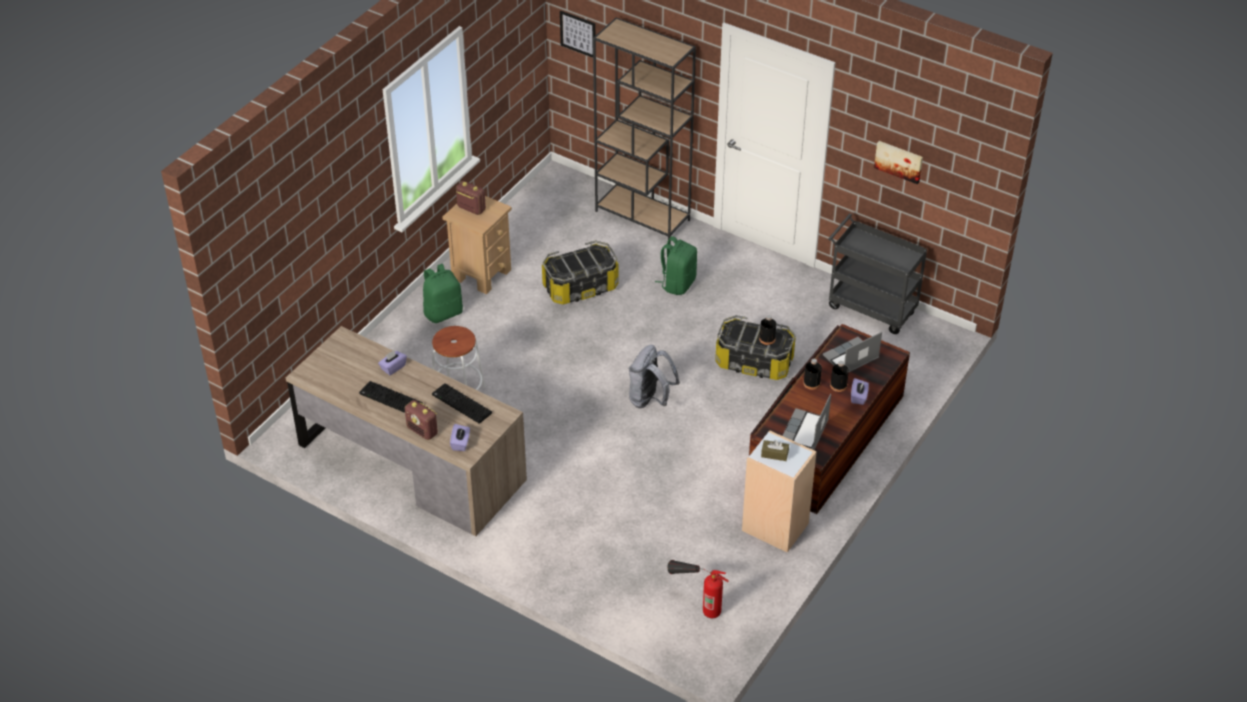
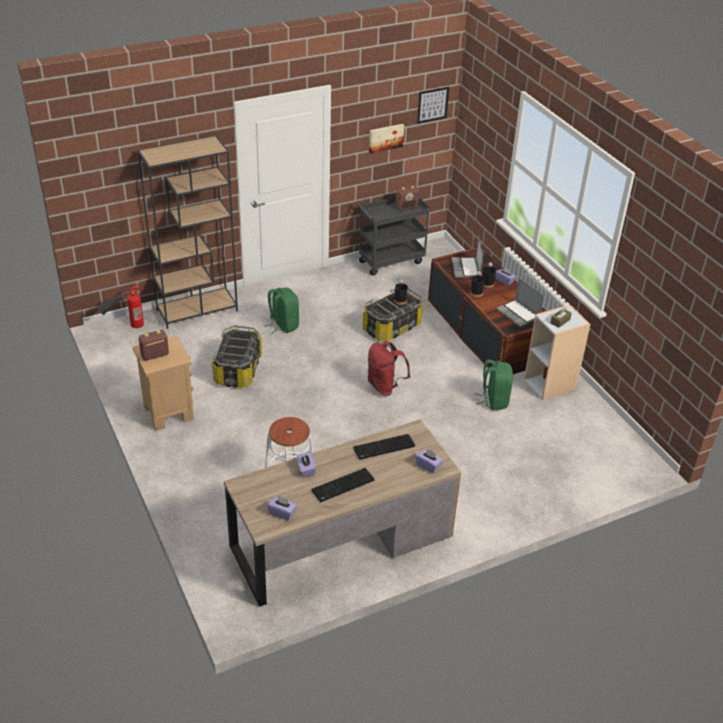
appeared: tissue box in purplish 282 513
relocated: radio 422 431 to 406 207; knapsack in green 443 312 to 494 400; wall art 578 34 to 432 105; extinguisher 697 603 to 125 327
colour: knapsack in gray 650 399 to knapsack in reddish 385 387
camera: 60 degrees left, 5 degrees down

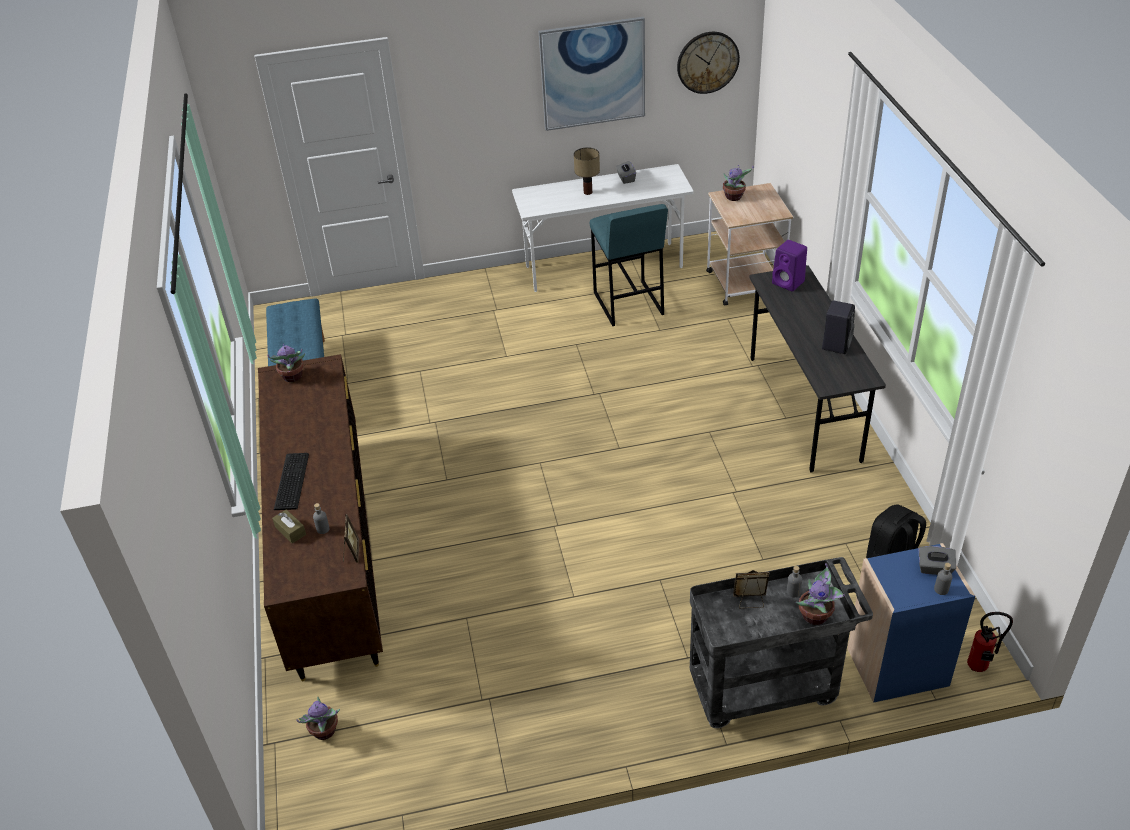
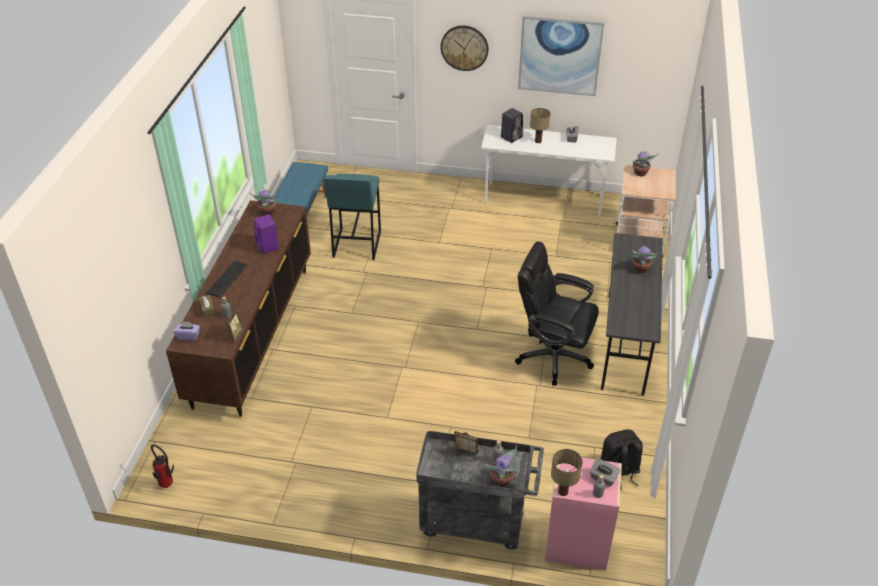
appeared: tissue box in purplish 188 336; computer chair in black 553 357; lamp for a table 563 492
relocated: plant in a pot 324 732 to 640 269; stool seat in turquoise-coloured 629 304 to 356 245; hanging clock 707 62 to 464 47; loudspeaker in purplish 789 283 to 268 247; loudspeaker in black 836 344 to 511 137; extinguisher 980 668 to 167 485
colour: bookcase in bluish 897 668 to bookcase in pink 576 544
camera: 20 degrees right, 0 degrees up

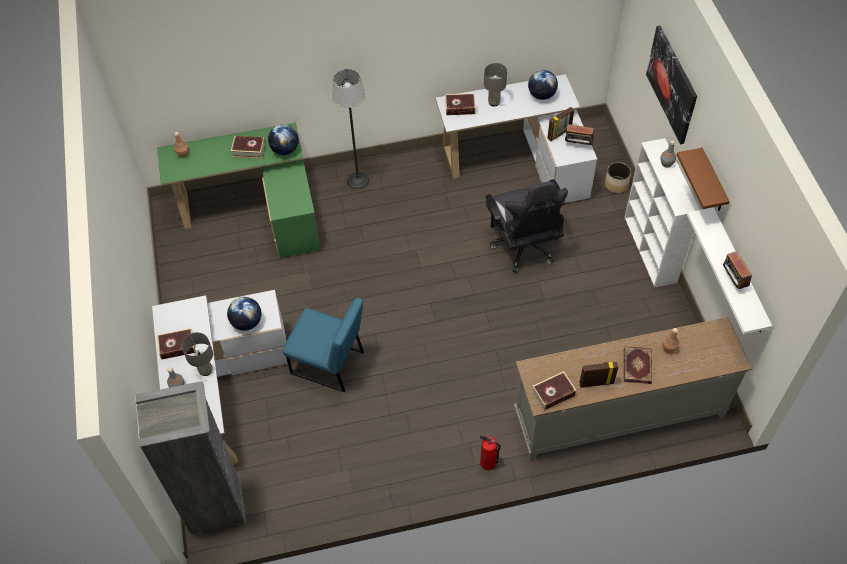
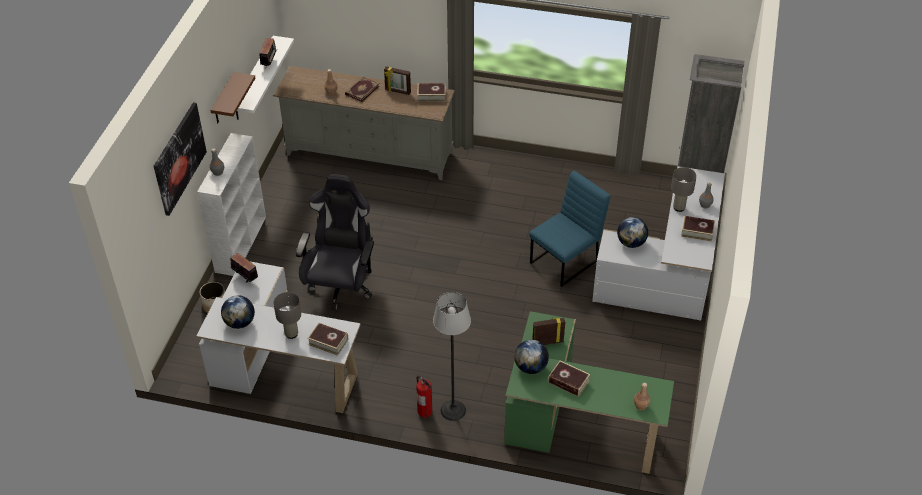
relocated: extinguisher 488 463 to 424 411; picture frame 559 134 to 547 342
spun: upright chair in bluish 329 364 = 566 260 90 degrees clockwise
camera: 155 degrees left, 10 degrees down

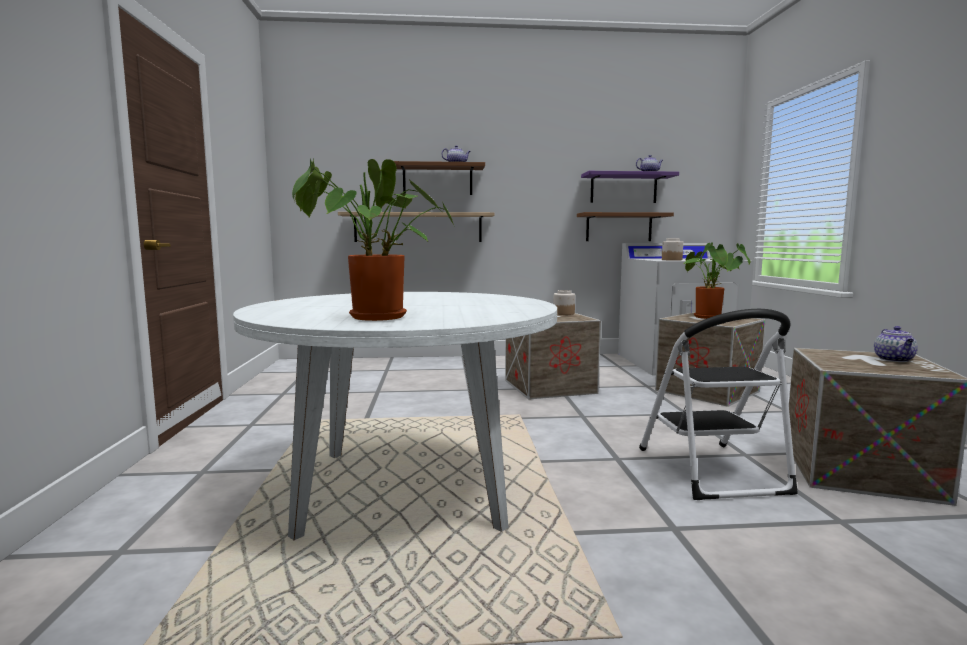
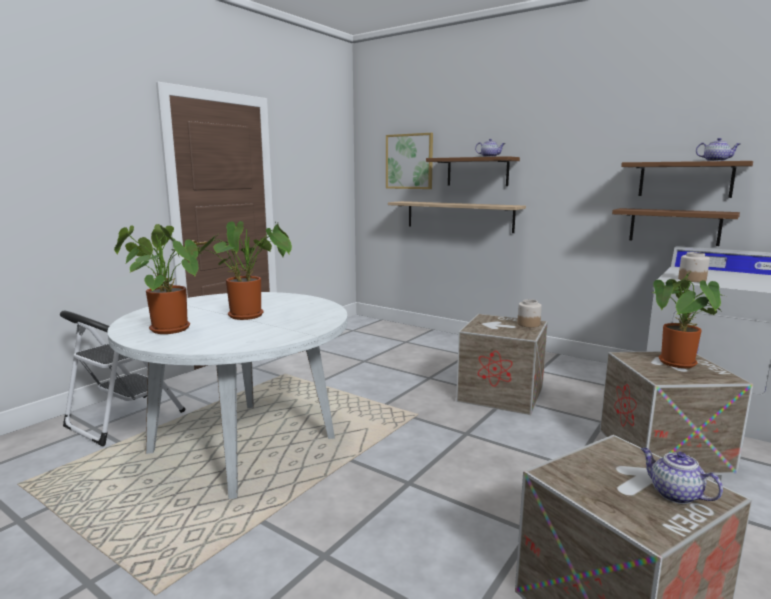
appeared: plant in a pot 250 315; wall art 409 161
relocated: step stool 712 472 to 122 420
colour: bracket shelf in purplish 623 188 to bracket shelf in brown-coloured 685 179
spun: teapot 894 360 = 674 494 90 degrees clockwise
camera: 40 degrees right, 5 degrees up

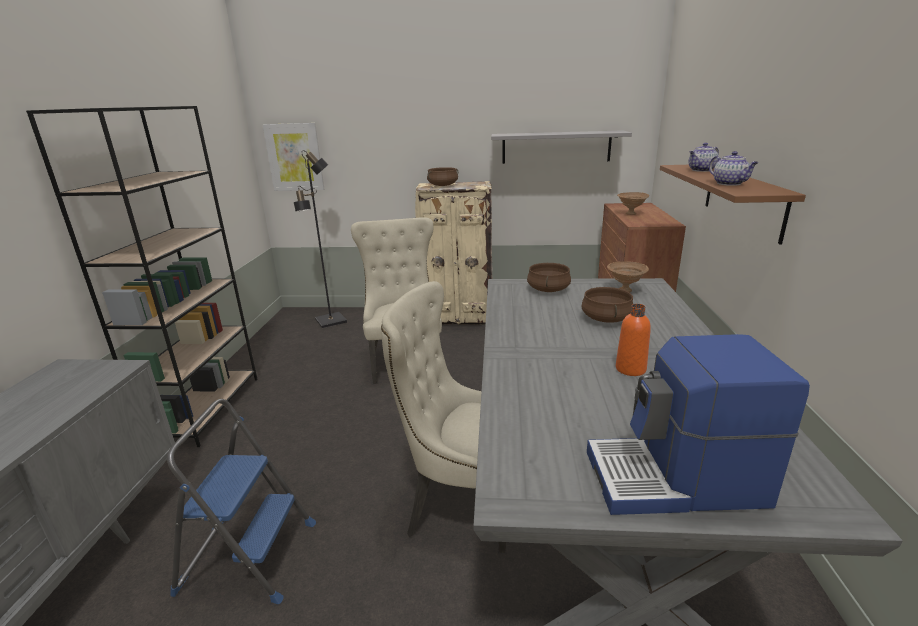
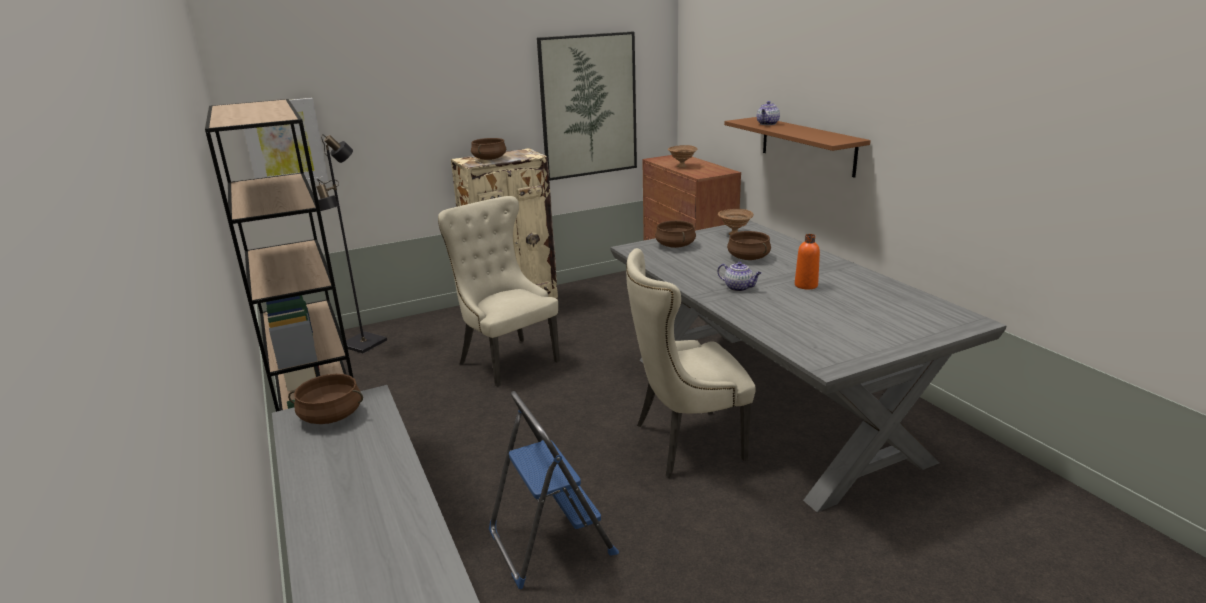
missing: coffee brewer 676 480
appeared: stockpot in brown-coloured 331 416
relocated: teapot 730 184 to 739 288
exchanged: bracket shelf in gray 556 147 to wall art 588 106
camera: 30 degrees left, 0 degrees up

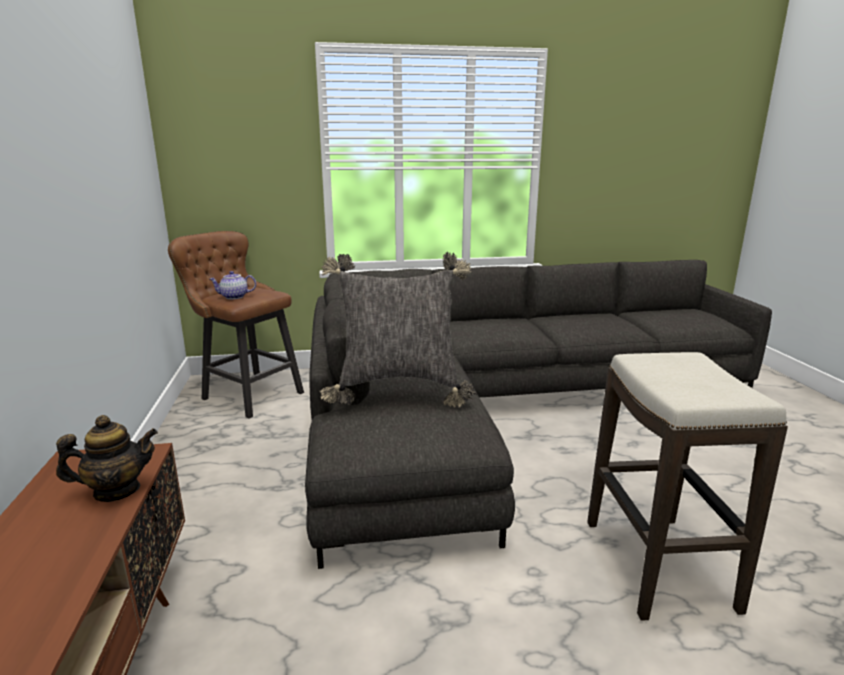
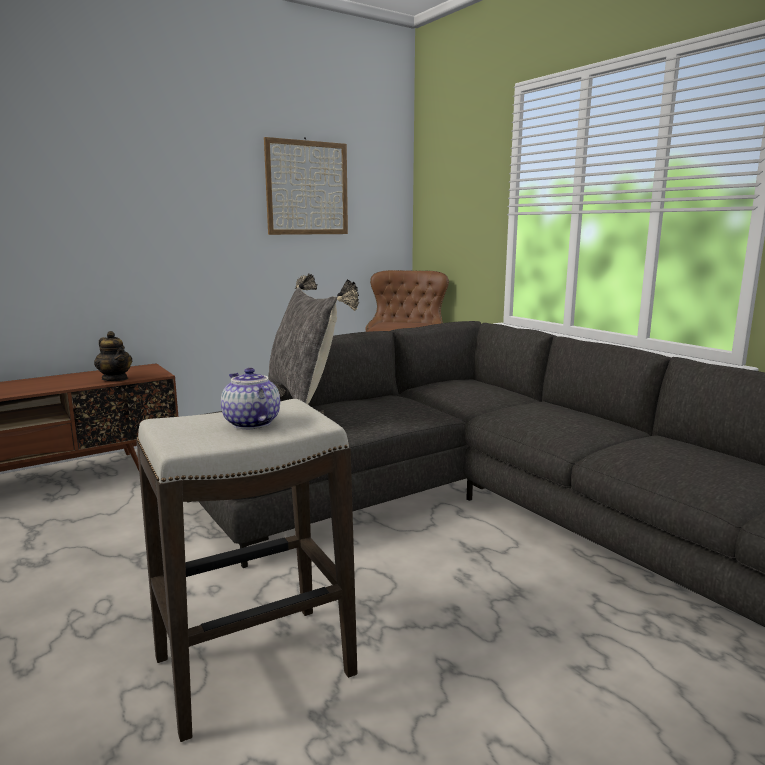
appeared: wall art 307 186
relocated: teapot 234 297 to 250 423
camera: 65 degrees right, 5 degrees down

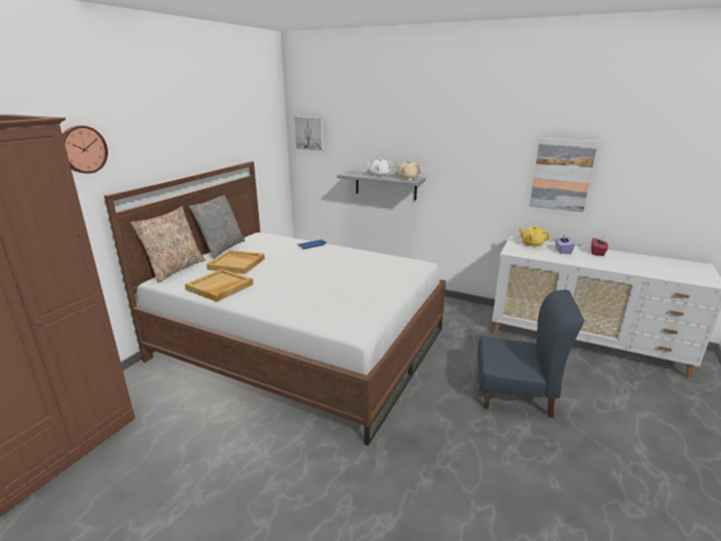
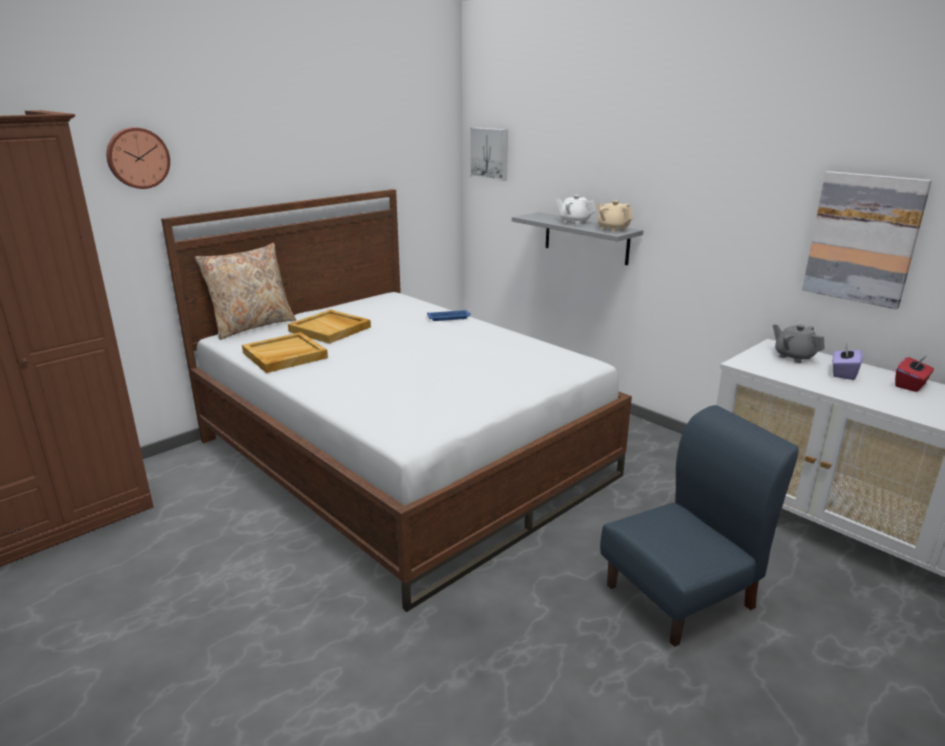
missing: throw pillow in gray 222 248
colour: teapot in yellowish 532 244 to teapot in gray 794 357
spun: upright chair in bluish 515 394 = 681 596 60 degrees counterclockwise
camera: 20 degrees right, 0 degrees up

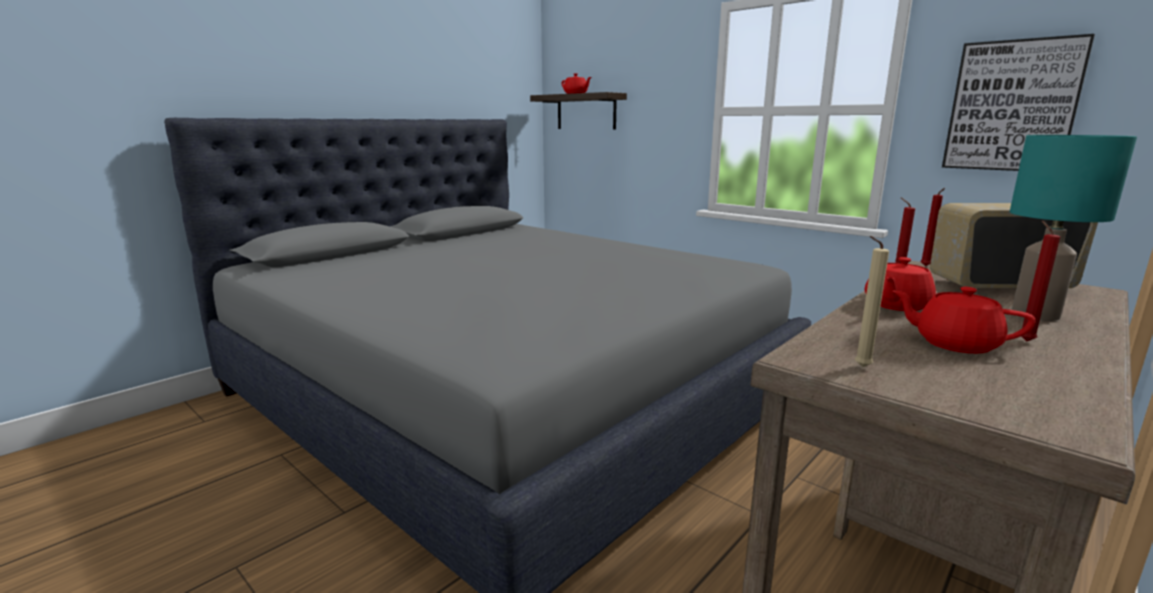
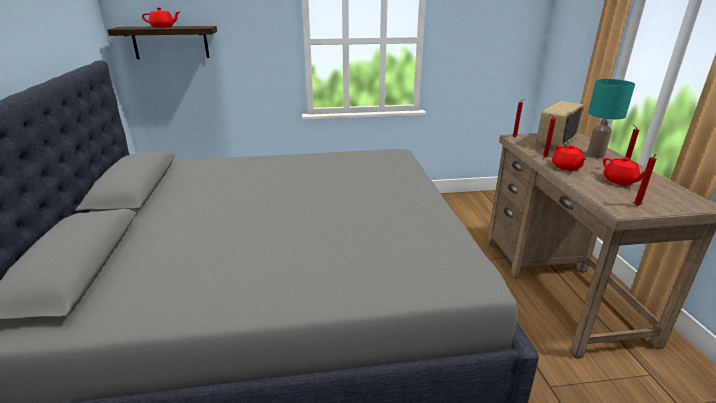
missing: wall art 1012 106
colour: wax light in beige-coloured 860 367 to wax light in reddish 637 206
spun: teapot in reddish 954 344 = 620 181 90 degrees counterclockwise
camera: 50 degrees left, 10 degrees up

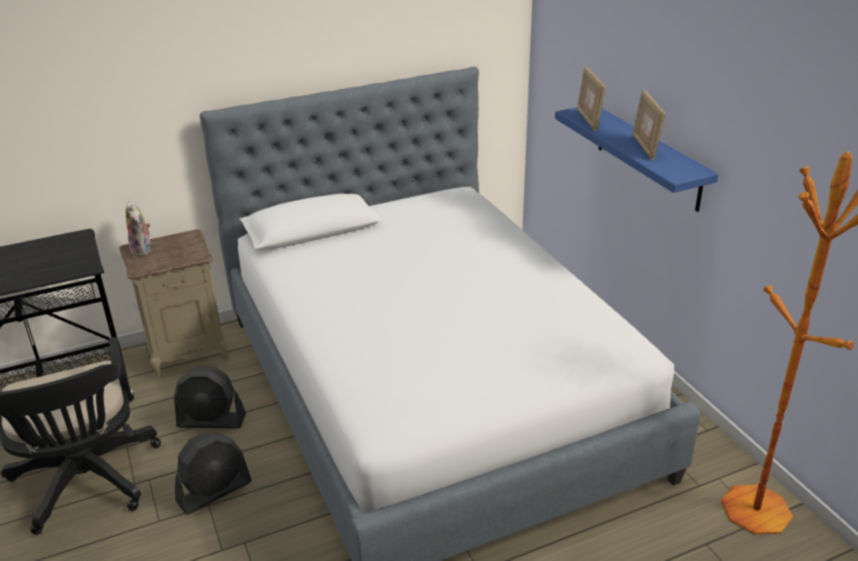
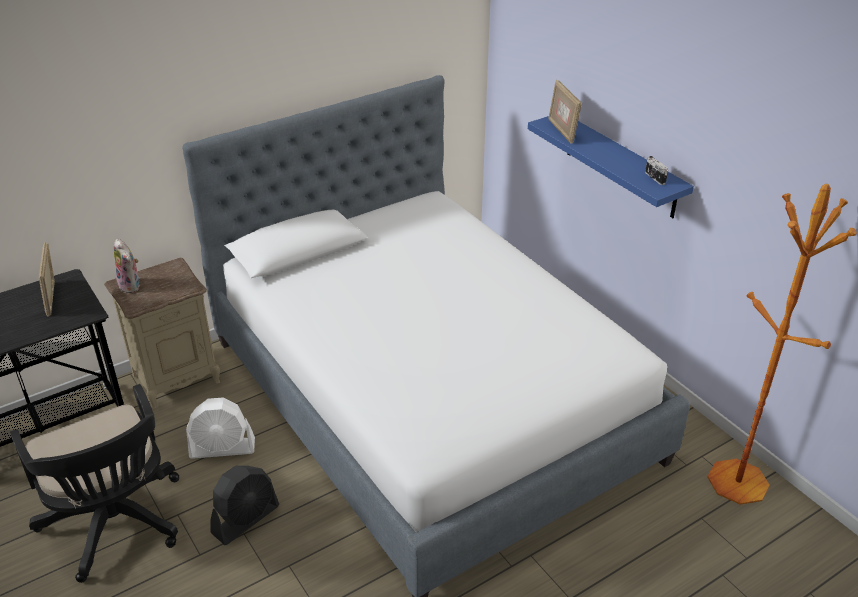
appeared: photo camera 654 178
relocated: picture frame 645 147 to 53 298
colour: fan in black 212 421 to fan in whitish 222 448
camera: 10 degrees left, 5 degrees up

